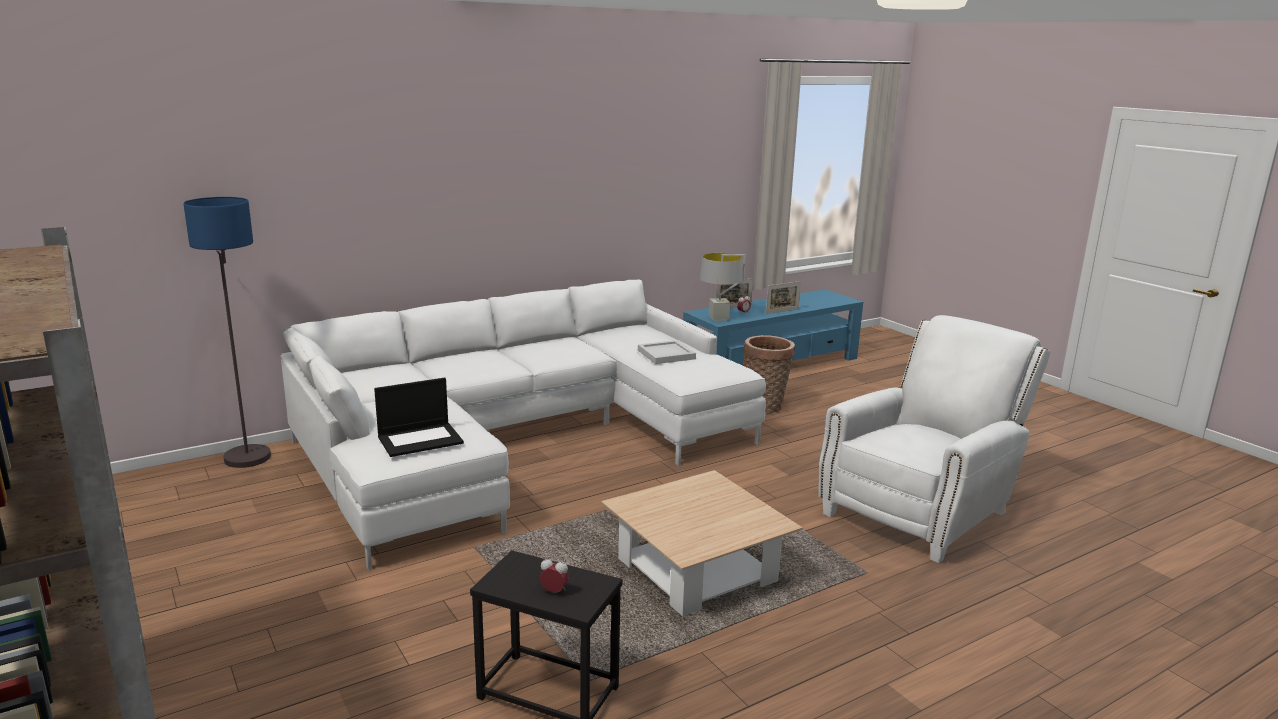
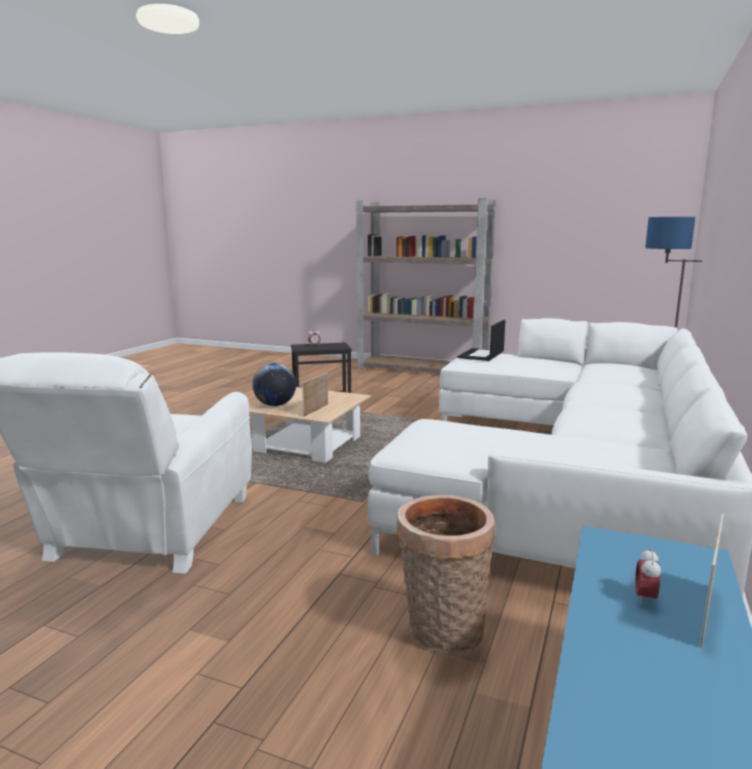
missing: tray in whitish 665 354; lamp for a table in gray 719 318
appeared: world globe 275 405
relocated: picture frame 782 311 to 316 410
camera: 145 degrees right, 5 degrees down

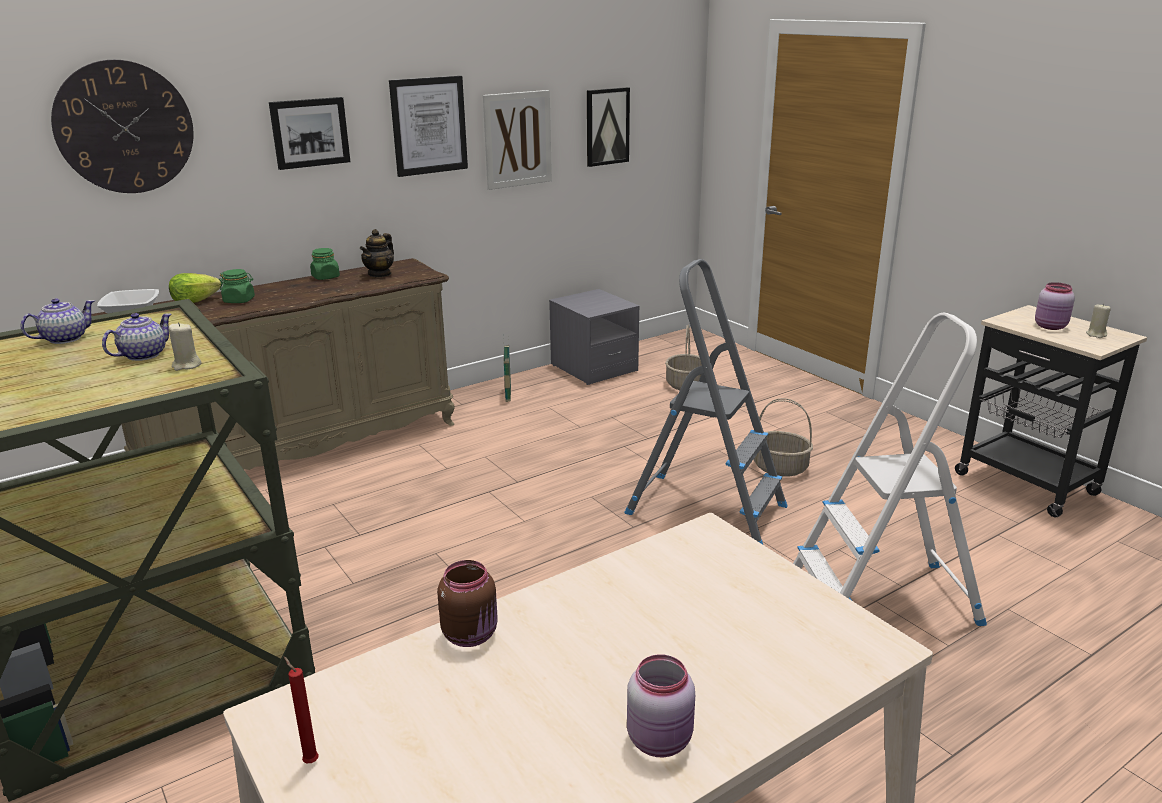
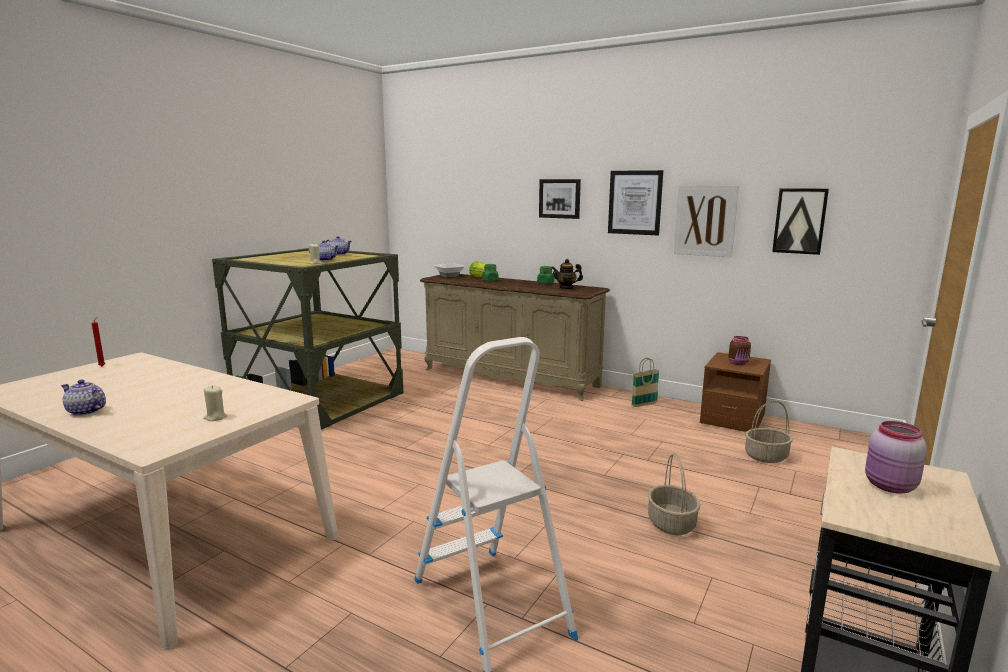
missing: hanging clock 124 127; step stool in gray 708 510
relocated: preserve jar in brown-coloured 471 634 to 738 363; wax light in beige-coloured 1096 334 to 215 417
exchanged: preserve jar in pink 661 740 to teapot 86 411
colour: bedside table in gray 594 368 to bedside table in brown-coloured 732 419
camera: 65 degrees right, 10 degrees down

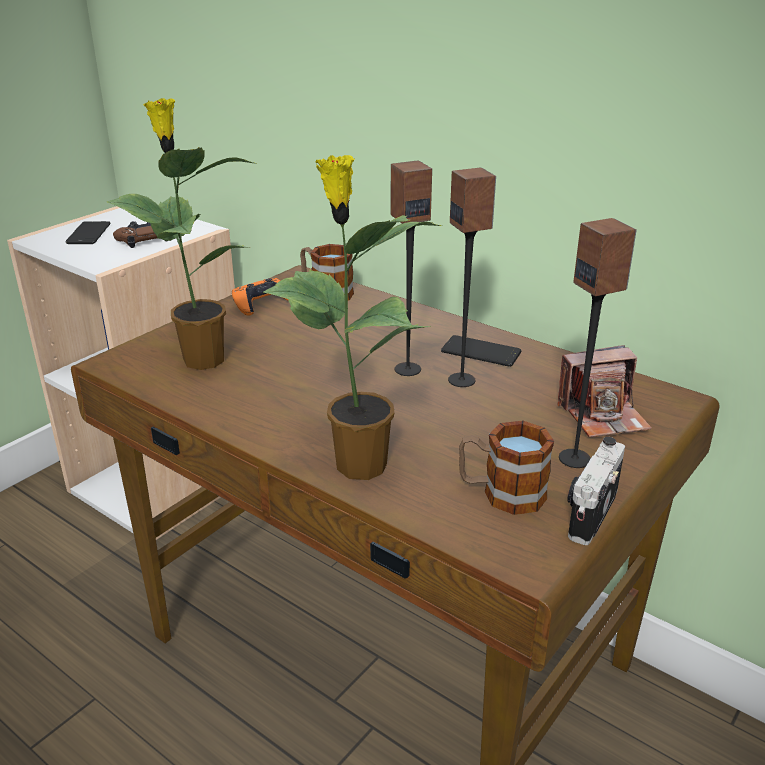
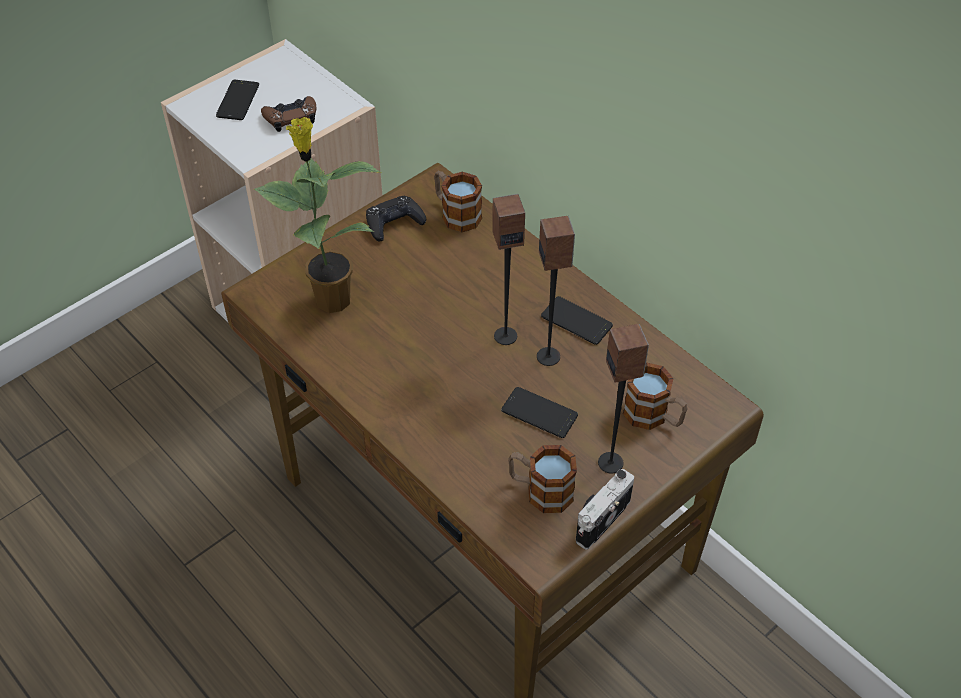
missing: plant in a pot 357 464
appeared: handset 539 413
exchanged: photo camera 603 415 to tea mug 653 416
colour: gamepad in orange 262 303 to gamepad in black 394 223
camera: 10 degrees right, 20 degrees up

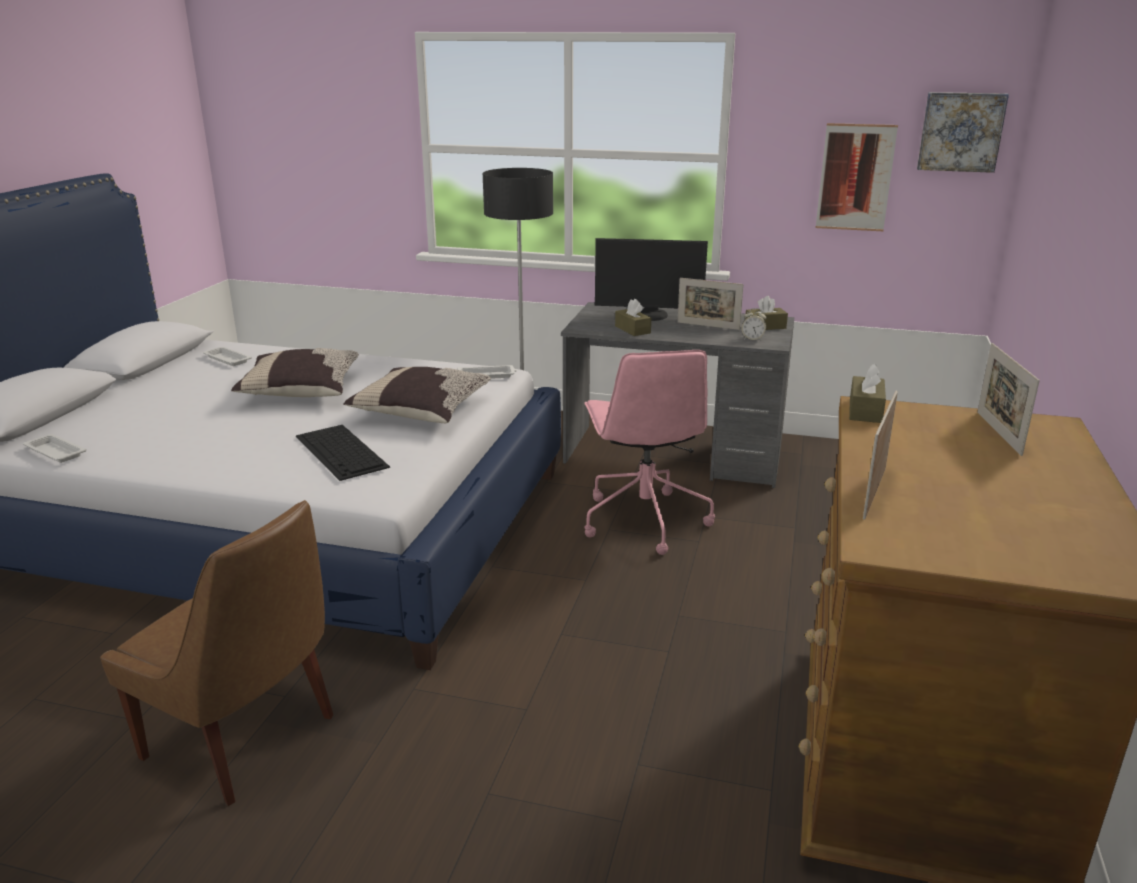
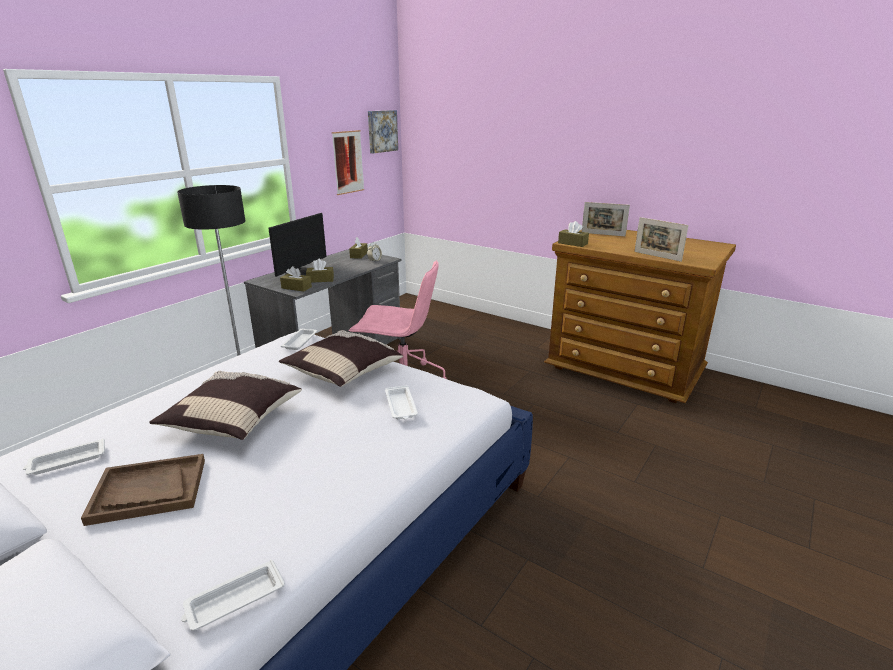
missing: upright chair in brown-coloured 245 739; picture frame 708 326
appeared: tray in brown-coloured 148 491; tissue box in brown-coloured 296 287
exchanged: keyboard 342 452 to tray in whitish 401 406
camera: 70 degrees left, 0 degrees up

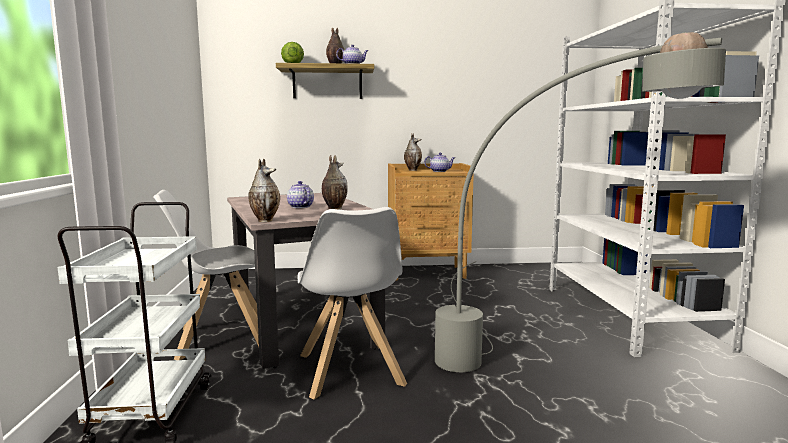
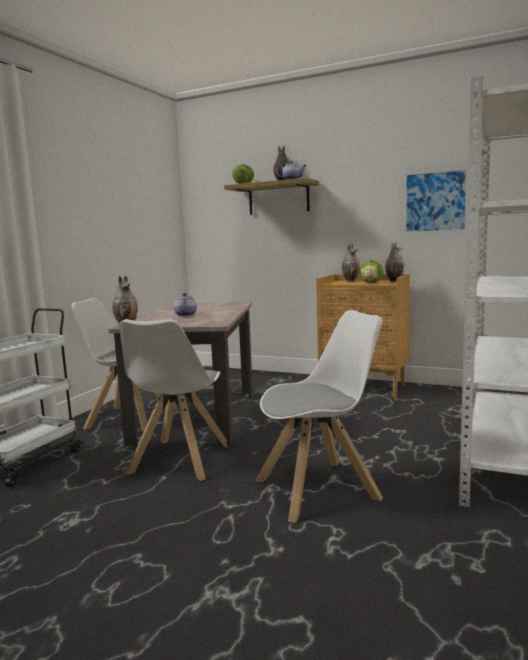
appeared: wall art 435 201
relocated: decorative vase 334 208 to 393 281
exchanged: teapot 440 171 to head of lettuce 371 283; floor lamp in gray 521 368 to upright chair 320 489
camera: 30 degrees right, 0 degrees up

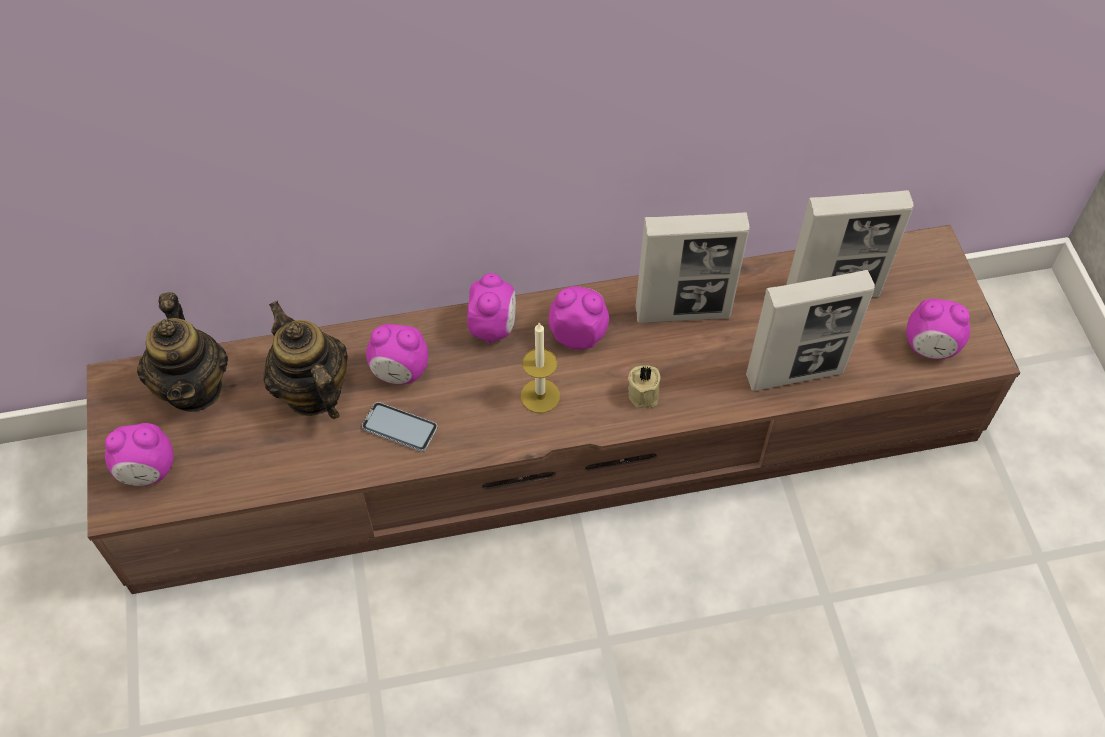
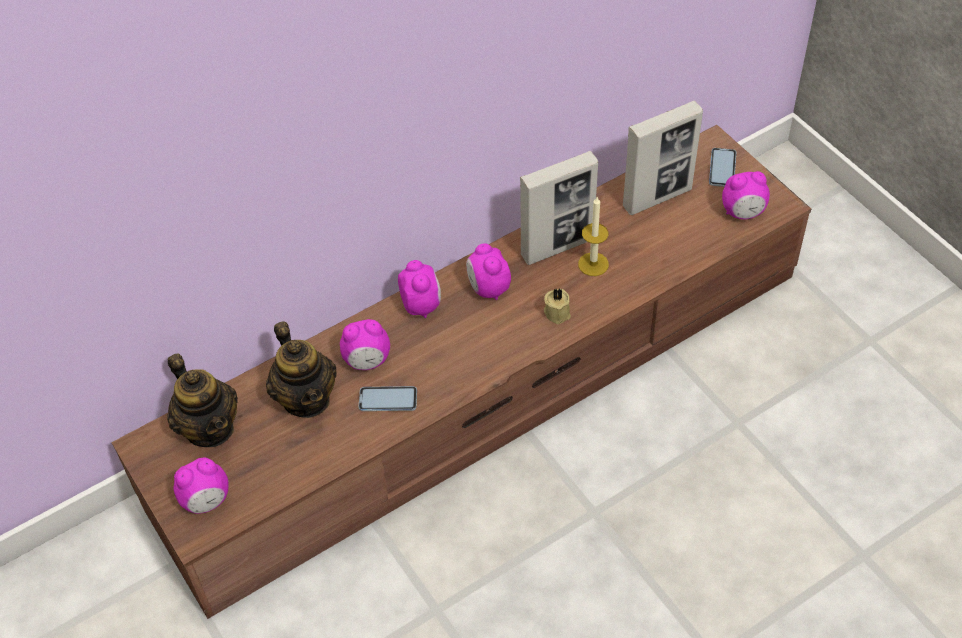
missing: picture frame 795 374
appeared: handset 722 168
relocated: wax light 540 396 to 593 264
spun: teapot 312 392 = 306 398 150 degrees counterclockwise; table clock 578 335 = 488 288 105 degrees counterclockwise
camera: 20 degrees left, 5 degrees down

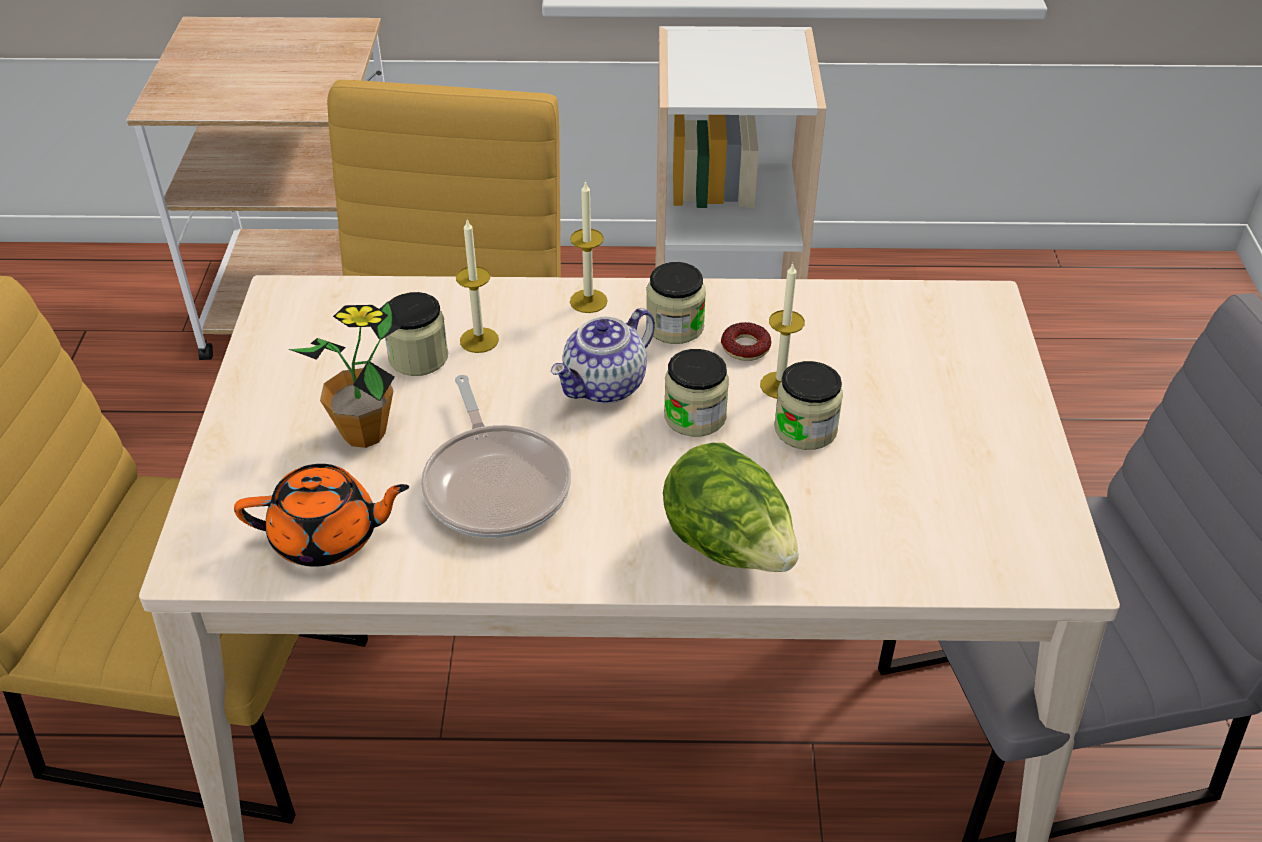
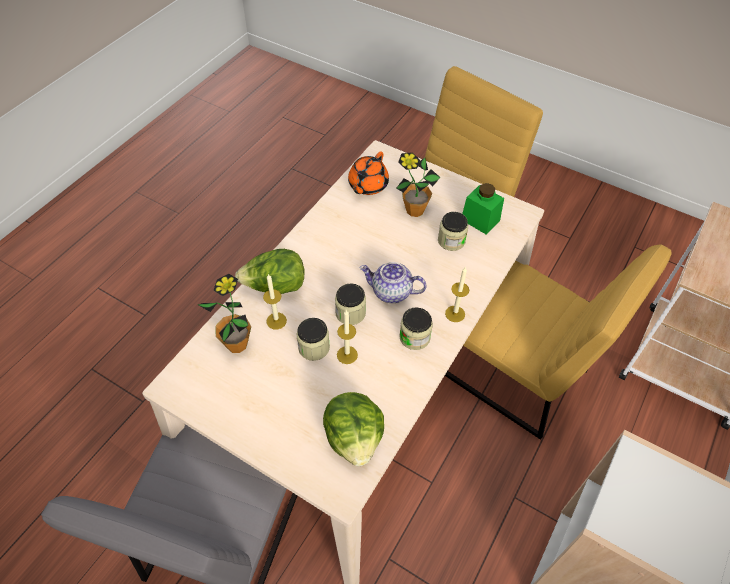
missing: frying pan 495 483; ring doughnut 745 347
appeared: plant in a pot 237 344; head of lettuce 354 438; preserve jar in green 480 220
relocated: wax light 479 340 to 276 321
spun: teapot 605 386 = 391 292 60 degrees counterclockwise
camera: 120 degrees right, 10 degrees up

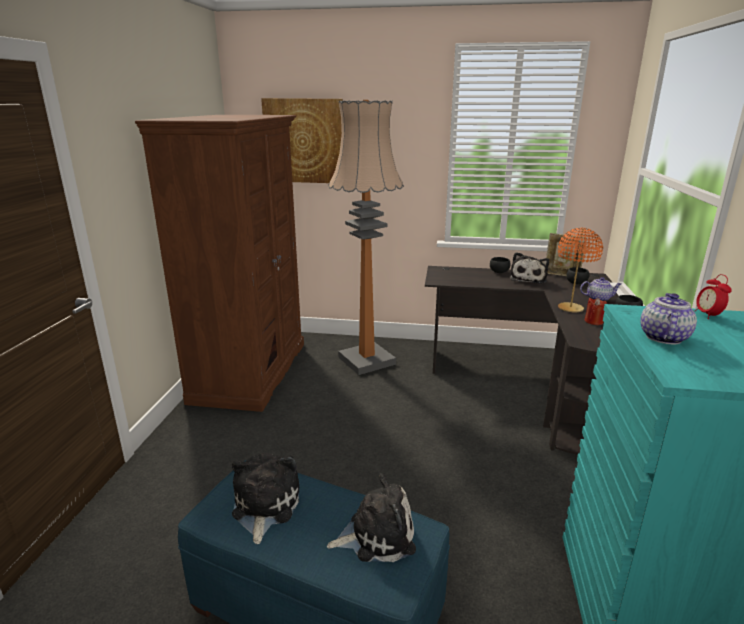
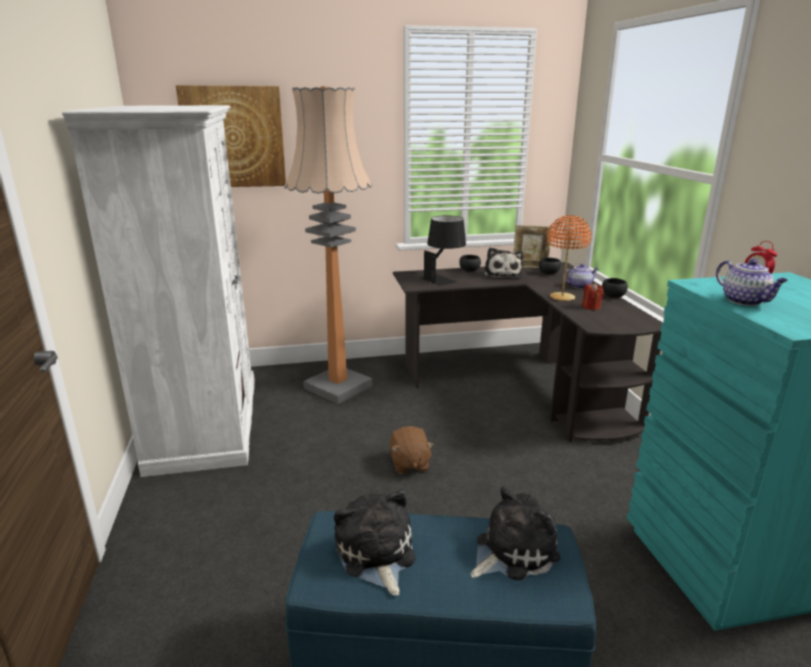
appeared: cuddly toy in brown-coloured 409 464; lamp for a table in black 443 278
colour: armoire in brown-coloured 251 371 to armoire in whitish 206 422
spun: teapot 663 337 = 745 301 150 degrees clockwise
camera: 20 degrees left, 0 degrees up

